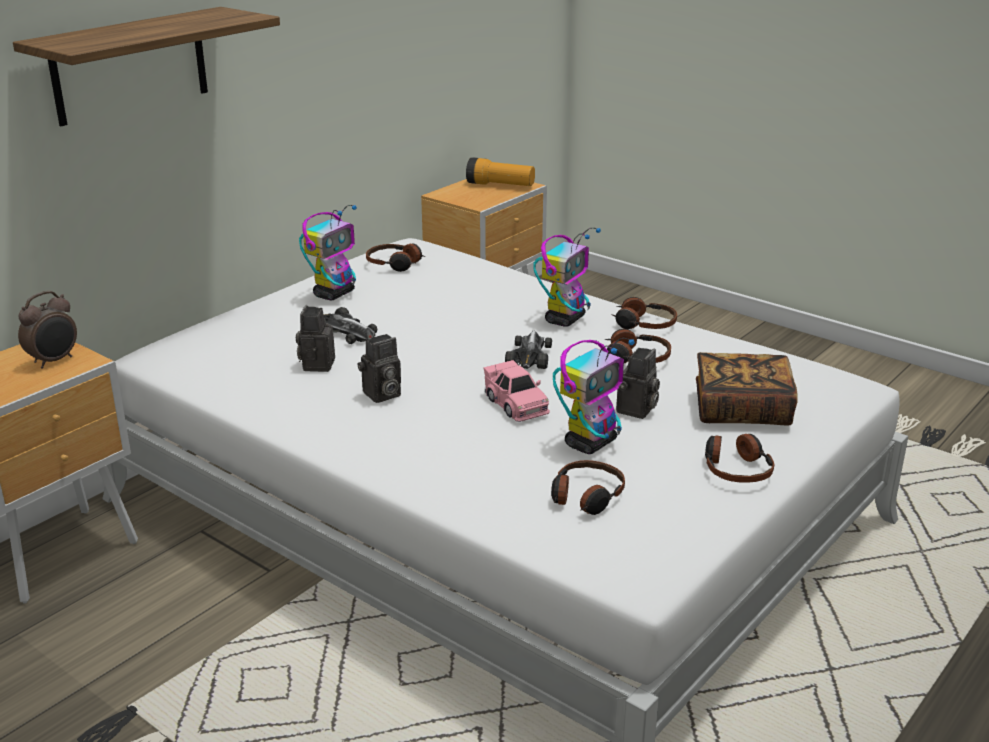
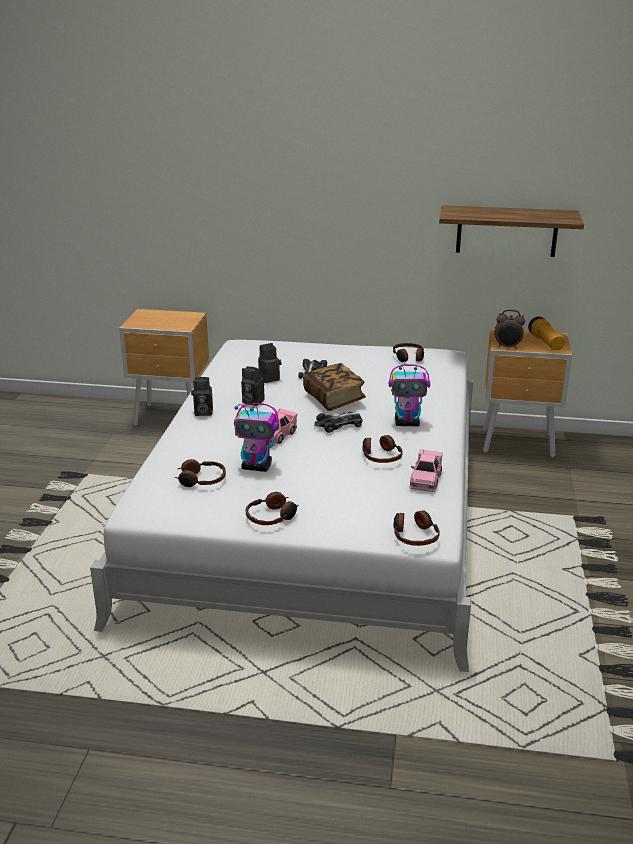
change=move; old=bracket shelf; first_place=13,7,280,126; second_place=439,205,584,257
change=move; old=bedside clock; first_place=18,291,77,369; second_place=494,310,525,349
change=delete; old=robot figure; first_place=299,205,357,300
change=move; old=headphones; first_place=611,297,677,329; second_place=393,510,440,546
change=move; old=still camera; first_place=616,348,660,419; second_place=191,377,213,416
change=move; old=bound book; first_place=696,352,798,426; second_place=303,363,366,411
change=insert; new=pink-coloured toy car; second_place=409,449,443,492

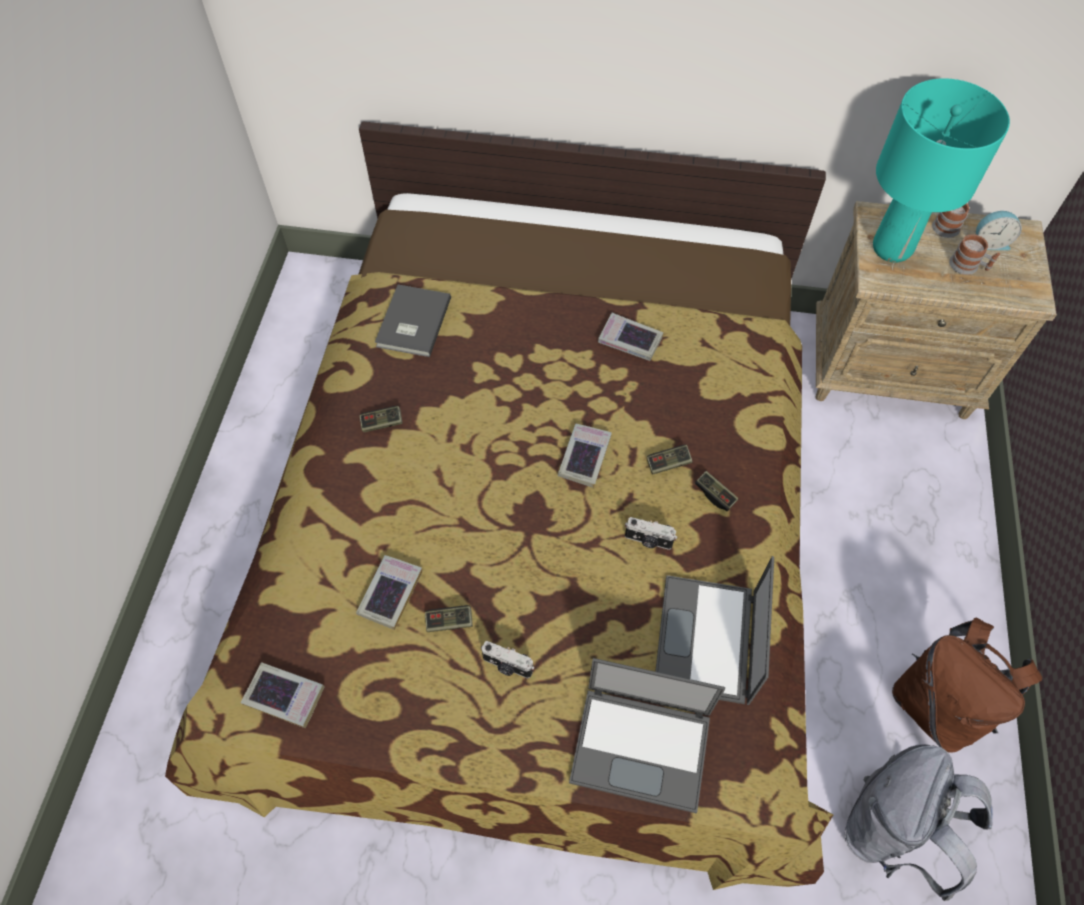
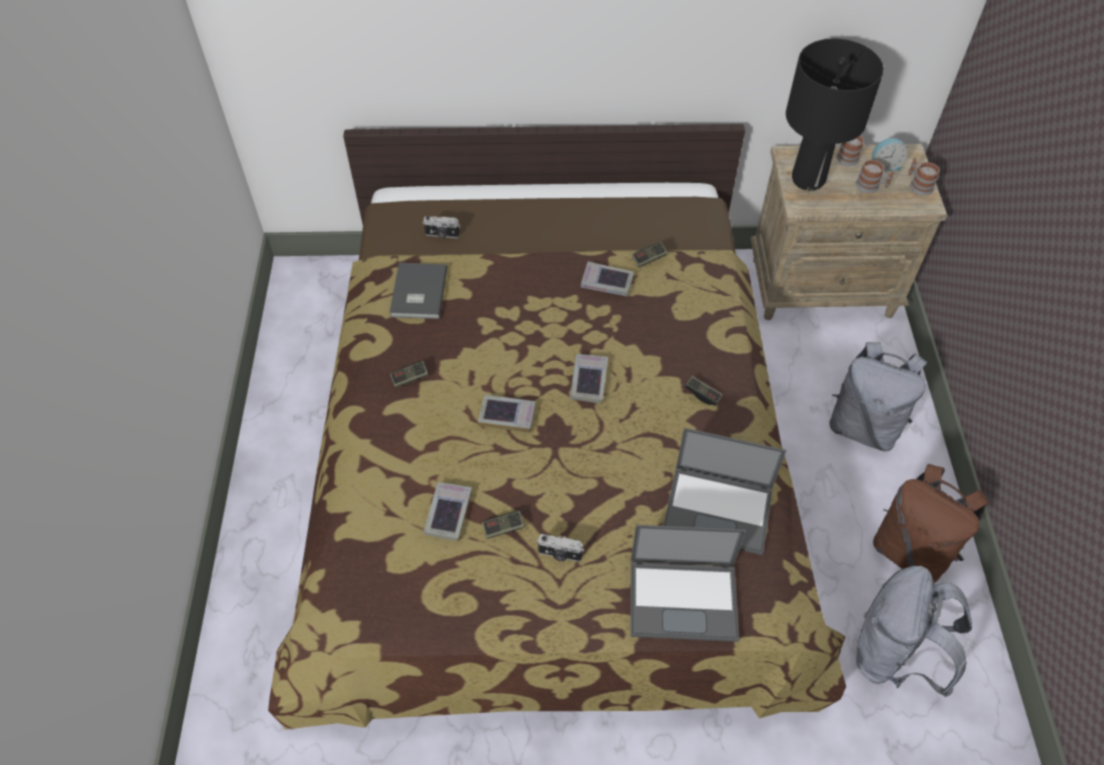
change=move; old=bound book; first_place=241,662,325,728; second_place=478,395,536,433
change=move; old=still camera; first_place=625,517,677,550; second_place=423,216,460,238
change=move; old=joypad; first_place=647,445,693,475; second_place=632,242,668,268
change=rotate; old=laptop; first_place=655,556,774,705; second_place=663,428,786,555; degrees=-75
change=recolor; old=turquoise lamp for a table; new=black-coloured lamp for a table; first_place=873,78,1010,262; second_place=786,39,884,191
change=insert; new=gray backpack; second_place=830,342,927,451
change=insert; new=mug; second_place=909,158,940,196

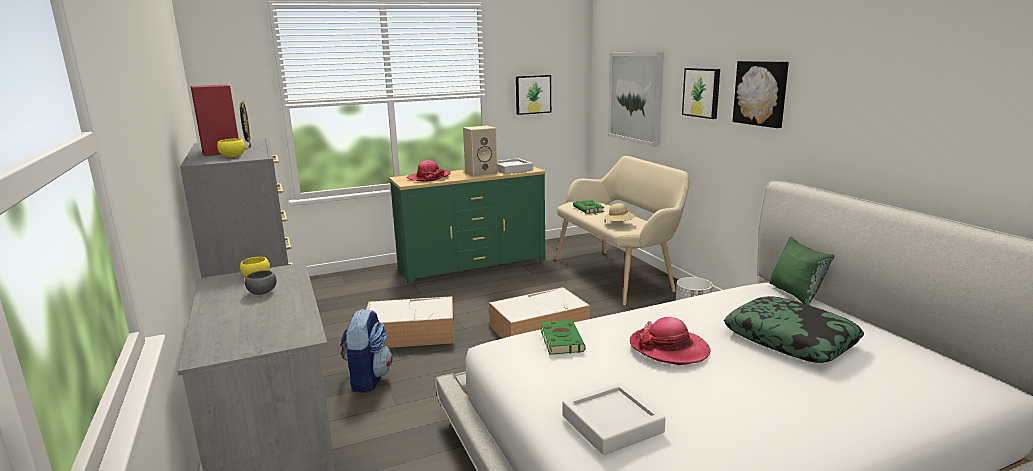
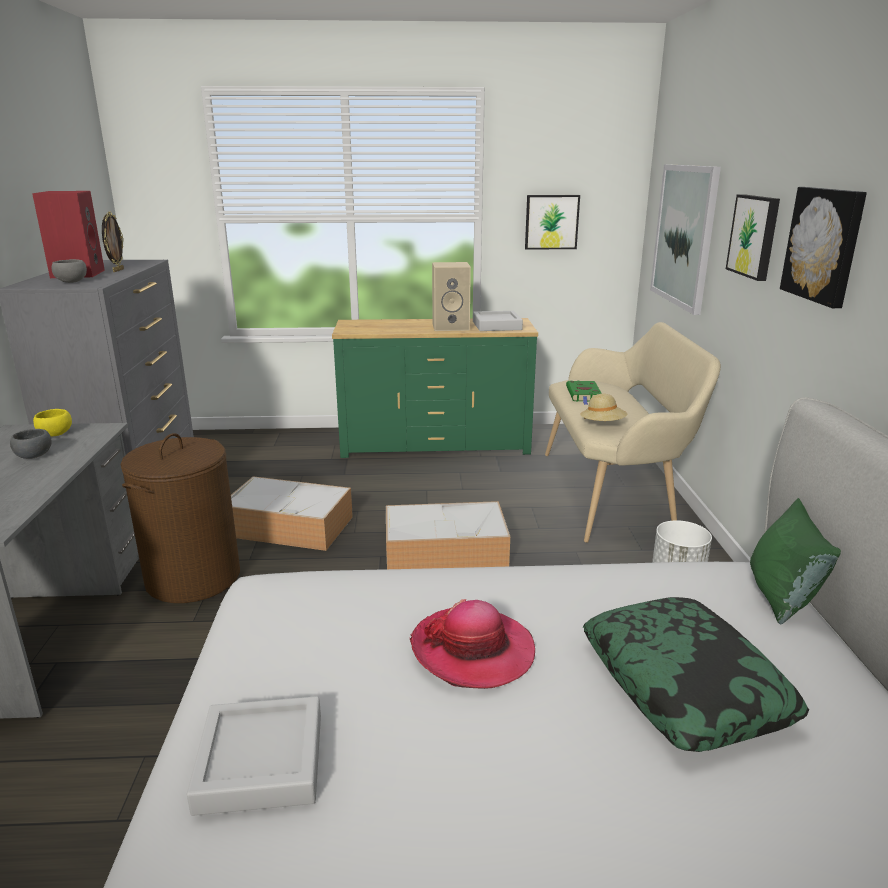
change=recolor; old=yellowish deep dish; new=gray deep dish; first_place=217,139,245,157; second_place=52,259,87,283
change=replace; old=backpack; new=brown washing basket; first_place=340,309,393,393; second_place=120,433,240,603
change=delete; old=wearable hat; first_place=407,160,451,182
change=delete; old=green-coloured bound book; first_place=540,320,586,355

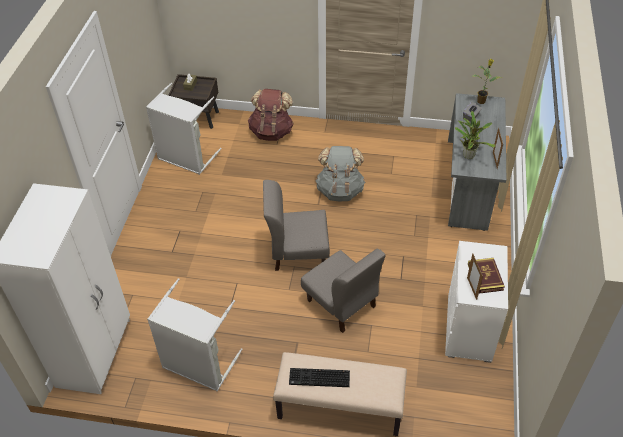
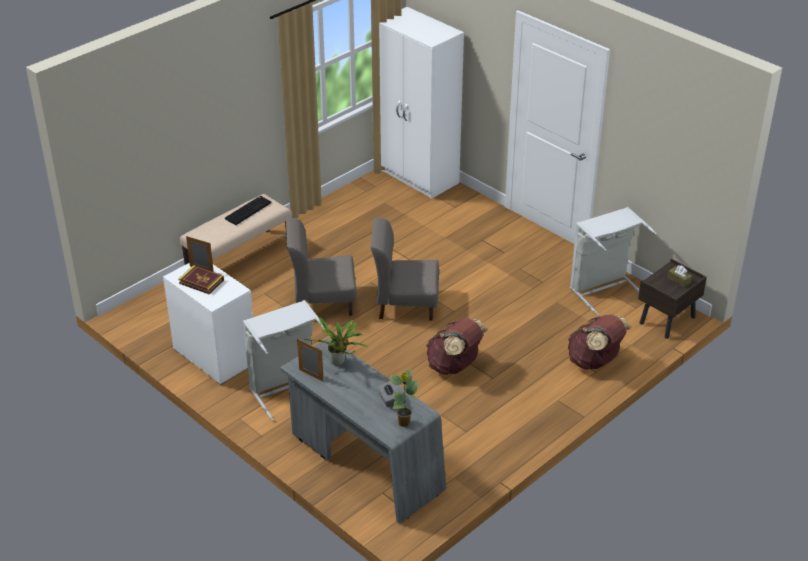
change=move; old=gray washing basket; first_place=147,278,243,391; second_place=243,300,326,421
change=rotate; old=gray upright chair; first_place=263,180,330,271; second_place=371,217,439,321; degrees=-120
change=recolor; old=gray backpack; new=brown backpack; first_place=315,146,365,202; second_place=426,318,489,375

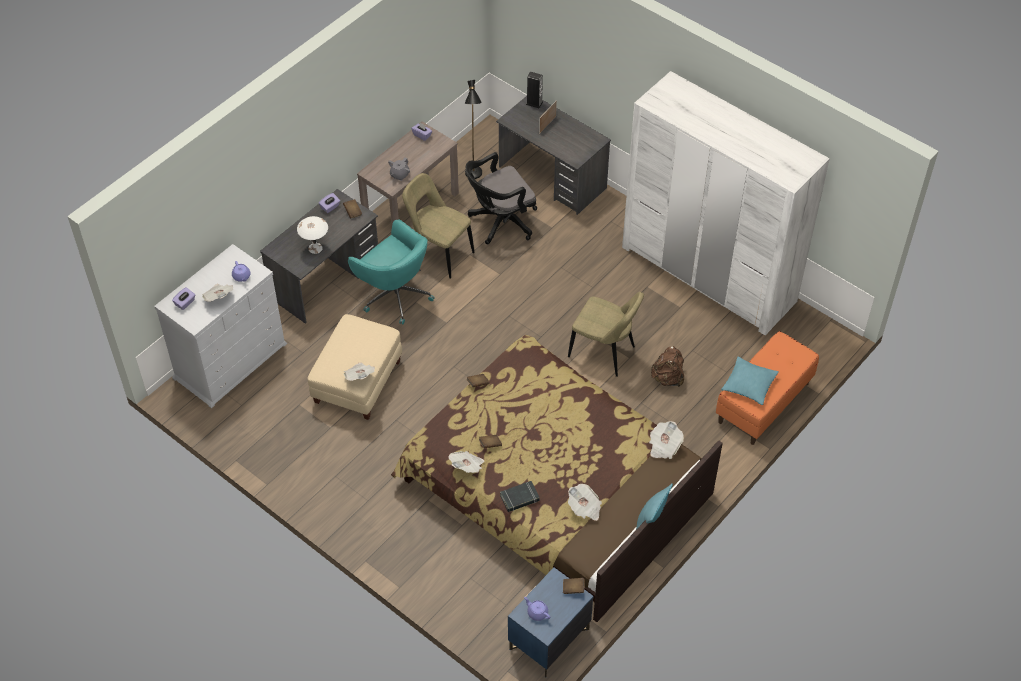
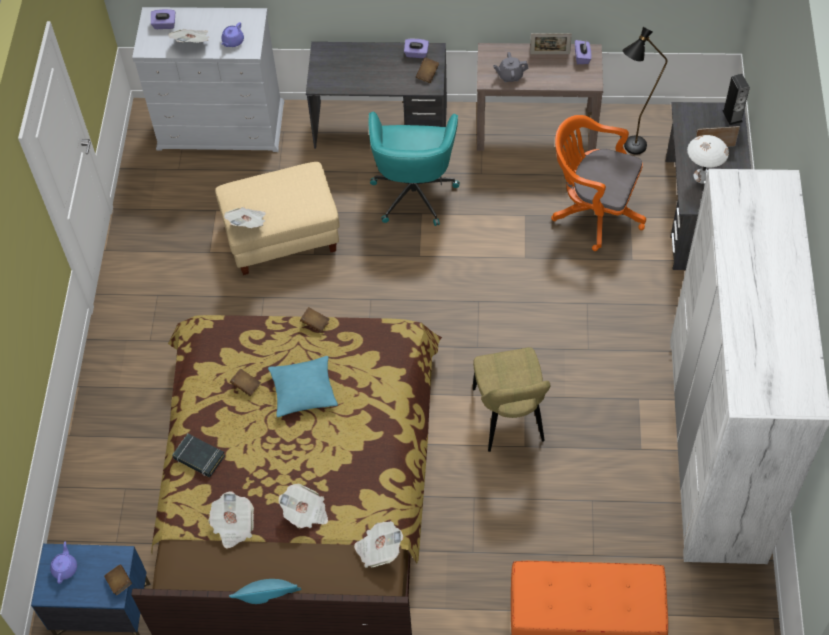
change=move; old=white lamp for a table; first_place=297,216,328,254; second_place=687,135,729,184
change=delete; old=beige-coloured upright chair; first_place=402,173,474,279
change=move; old=daily paper; first_place=448,451,484,473; second_place=279,484,328,528
change=recolor; old=black-coloured computer chair; new=orange-coloured computer chair; first_place=466,152,537,244; second_place=551,115,646,251
change=delete; old=brown backpack; first_place=651,346,684,387
change=move; old=turquoise pillow; first_place=721,357,779,405; second_place=268,356,338,417
change=insert; new=photo frame; second_place=530,33,572,54

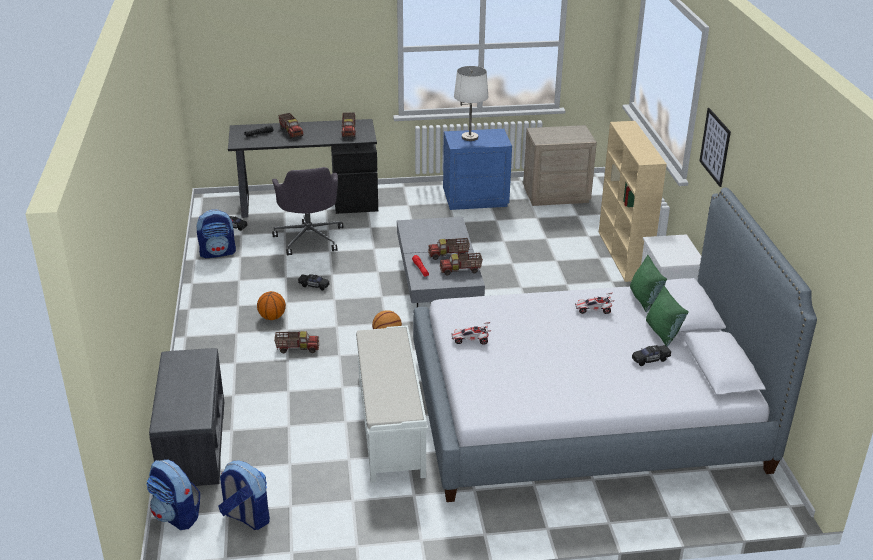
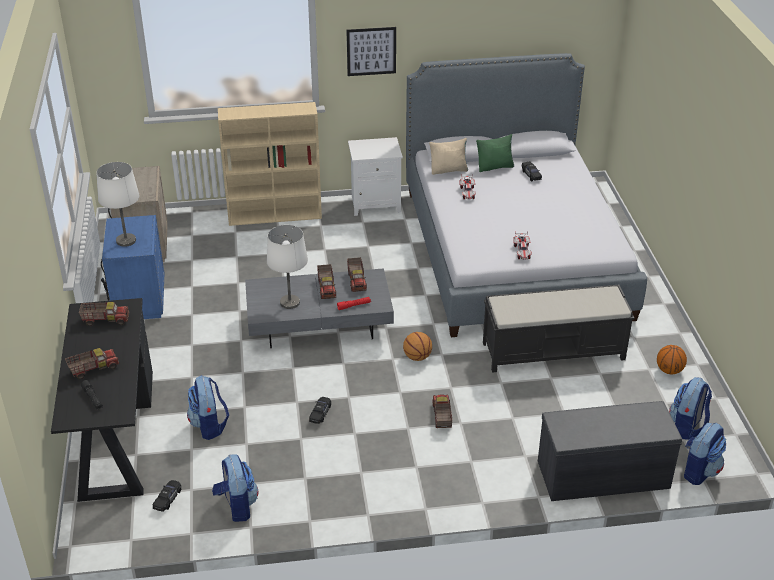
change=move; old=basketball; first_place=257,291,286,320; second_place=657,345,687,375
change=replace; old=gray computer chair; new=backpack; first_place=272,167,343,256; second_place=187,375,229,440
change=recolor; old=white bench; new=black-coloured bench; first_place=356,325,428,483; second_place=483,285,634,373
change=recolor; old=green-coloured pillow; new=beige-coloured pillow; first_place=630,255,667,312; second_place=429,138,468,175
change=insert; new=white lamp for a table; second_place=267,225,308,309

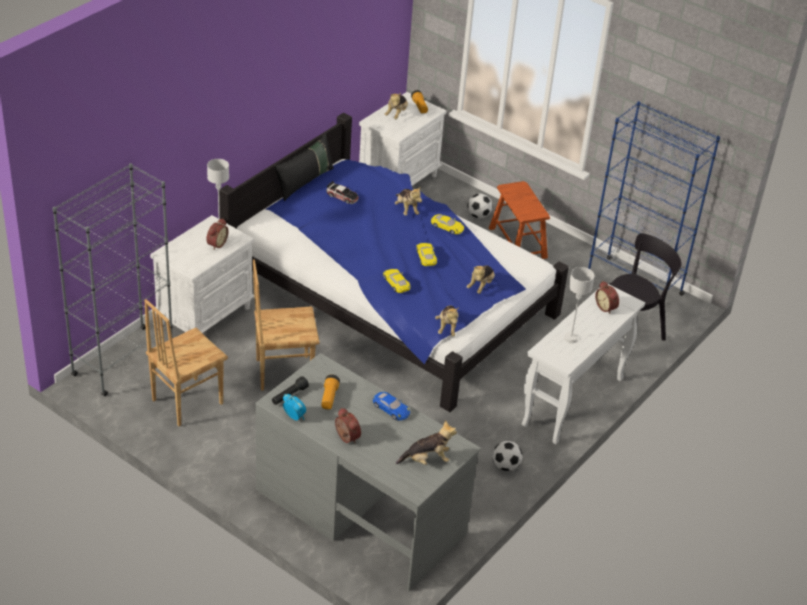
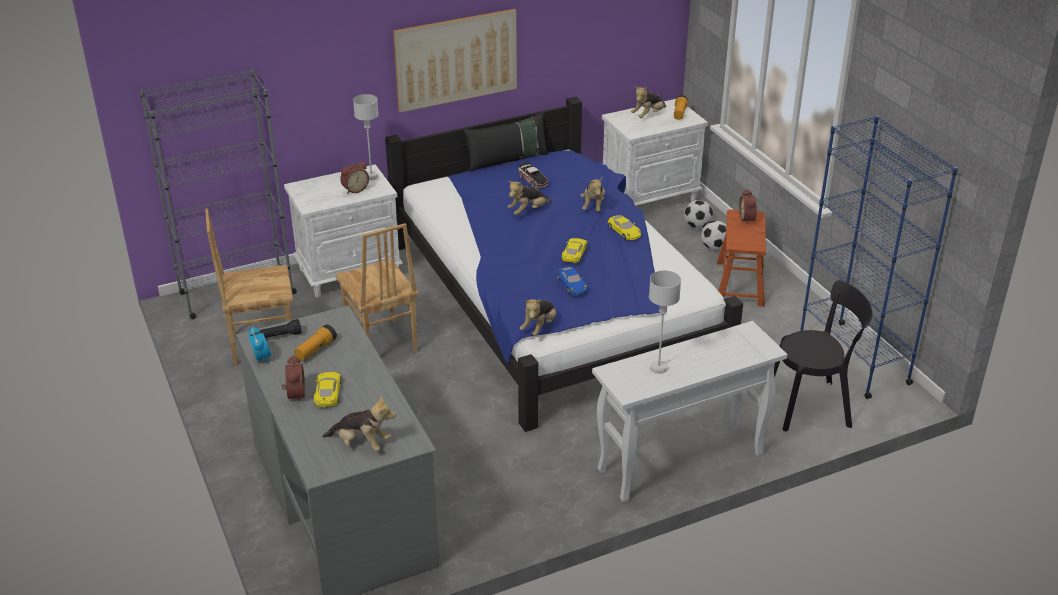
change=rotate; old=brown upright chair; first_place=253,259,319,391; second_place=335,223,418,352; degrees=-135
change=move; old=blue-coloured toy car; first_place=373,392,410,421; second_place=557,266,588,295
change=move; old=yellowish toy car; first_place=383,269,410,293; second_place=314,372,341,407
change=move; old=cuddly toy; first_place=467,265,495,294; second_place=508,181,552,215
change=move; old=ball for football; first_place=492,441,523,471; second_place=684,200,713,229
change=move; old=bedside clock; first_place=595,281,619,314; second_place=739,189,757,225
change=insert; new=wall art; second_place=393,9,517,113

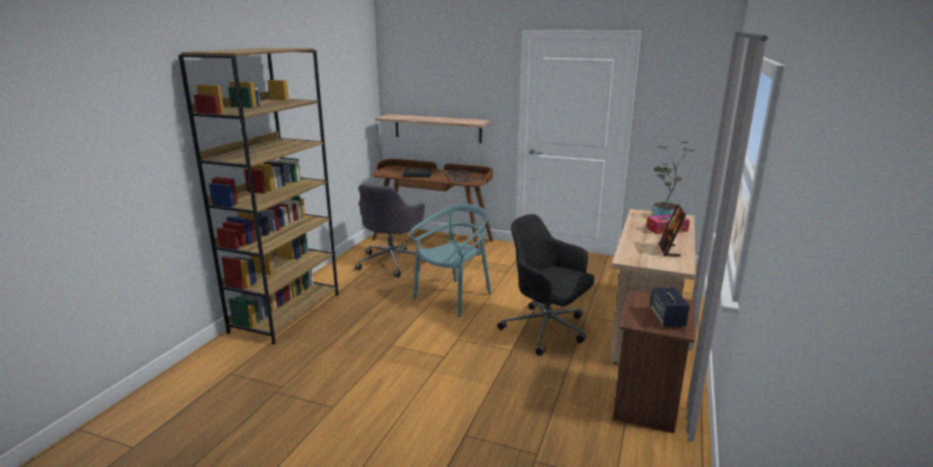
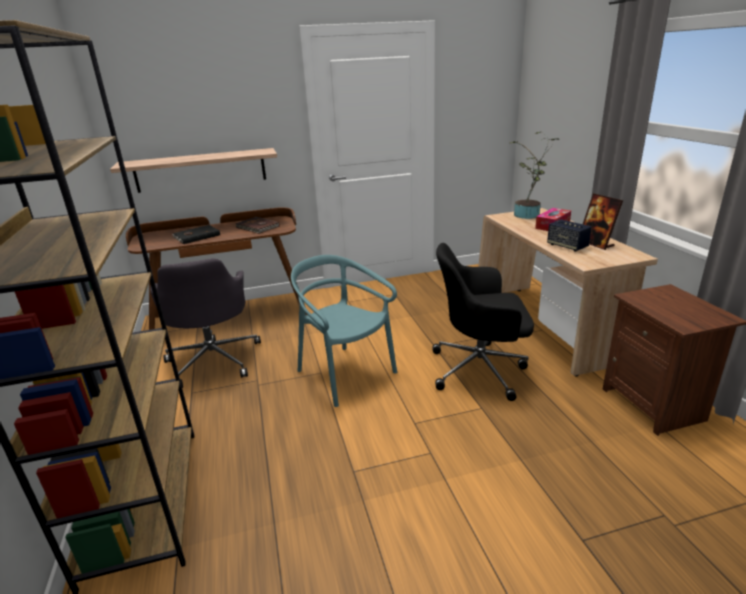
change=rotate; old=turquoise upright chair; first_place=409,204,492,317; second_place=291,255,397,407; degrees=-45
change=move; old=loudspeaker; first_place=650,288,690,327; second_place=547,219,592,252

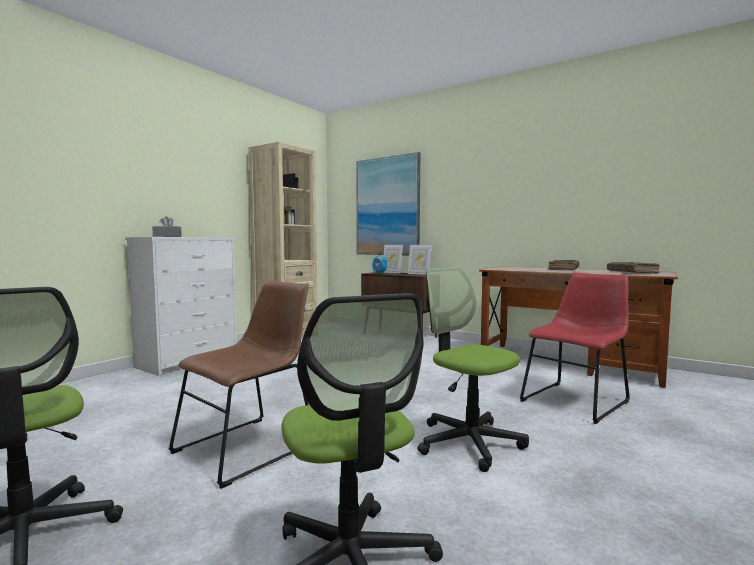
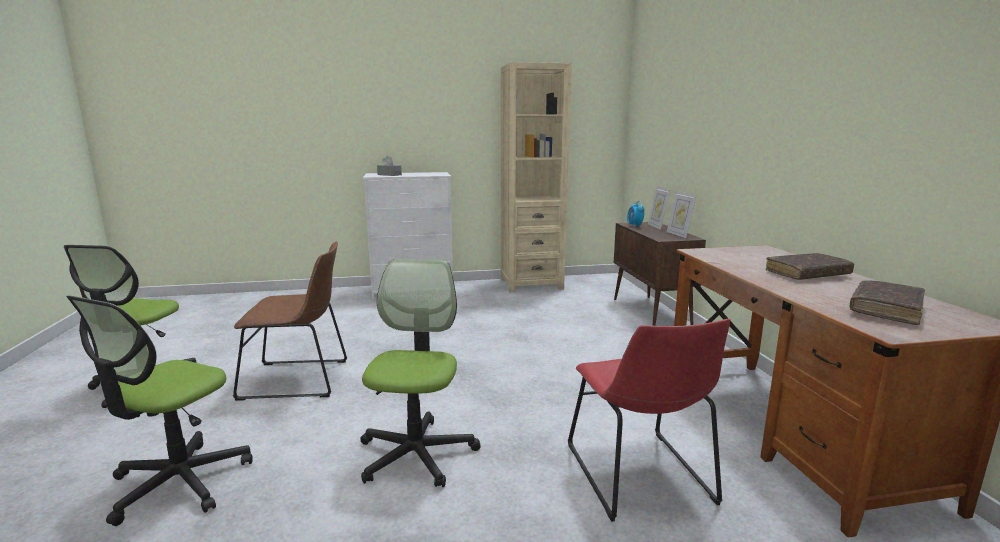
change=delete; old=wall art; first_place=356,152,420,255
change=rotate; old=red upright chair; first_place=520,273,630,424; second_place=568,319,731,522; degrees=75

